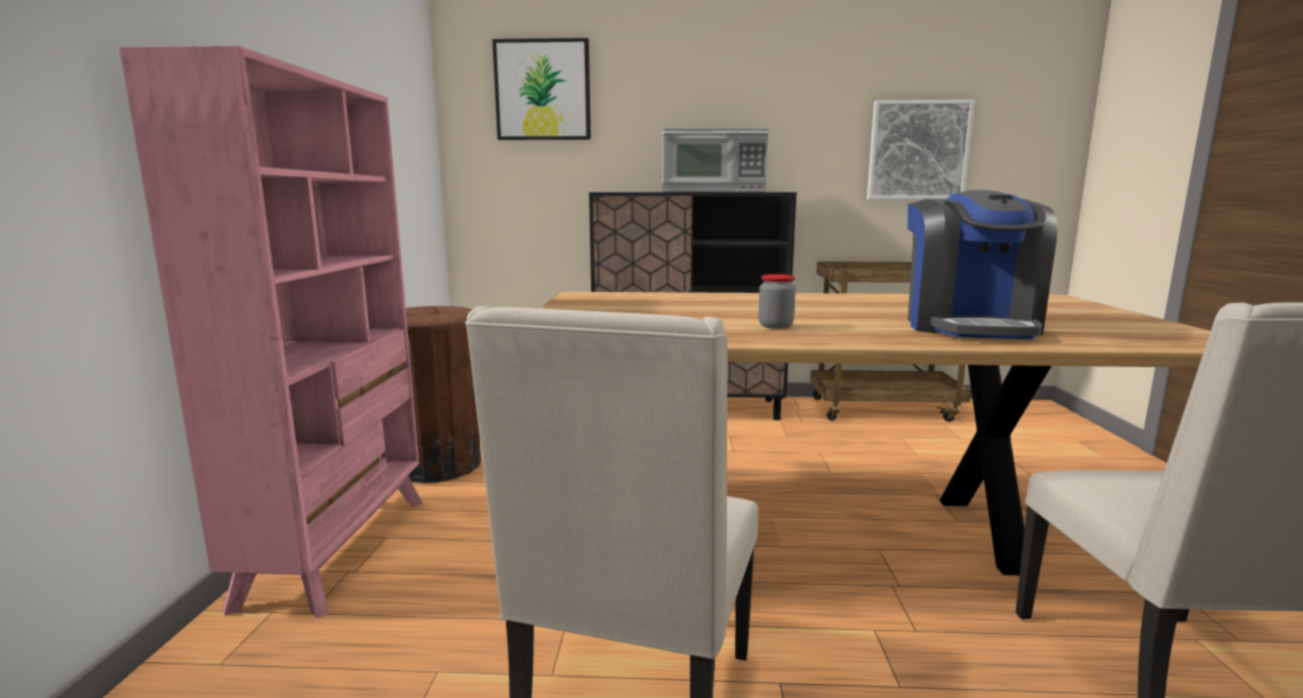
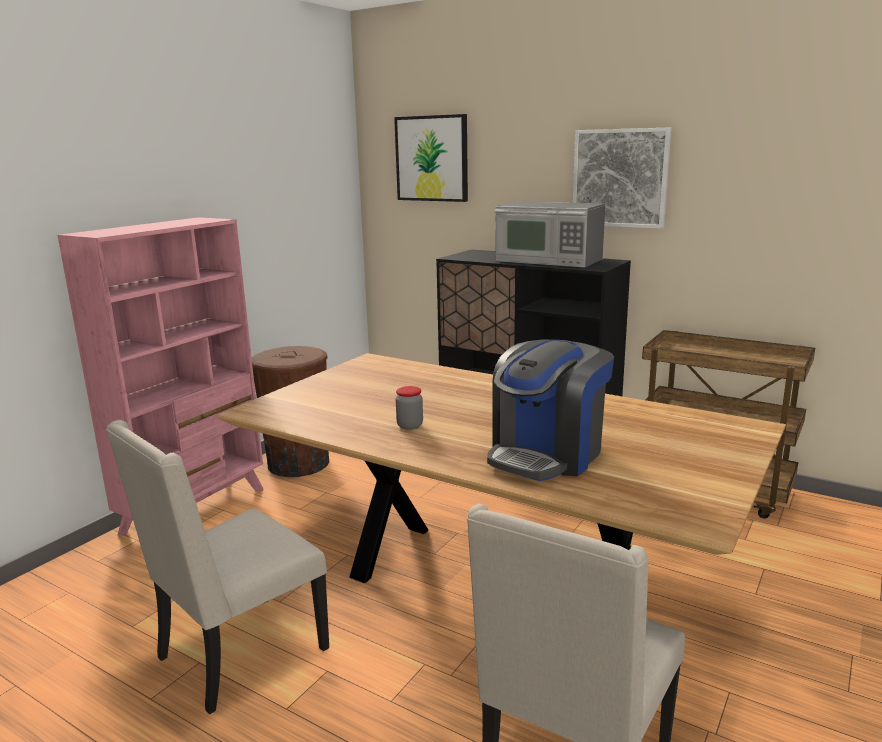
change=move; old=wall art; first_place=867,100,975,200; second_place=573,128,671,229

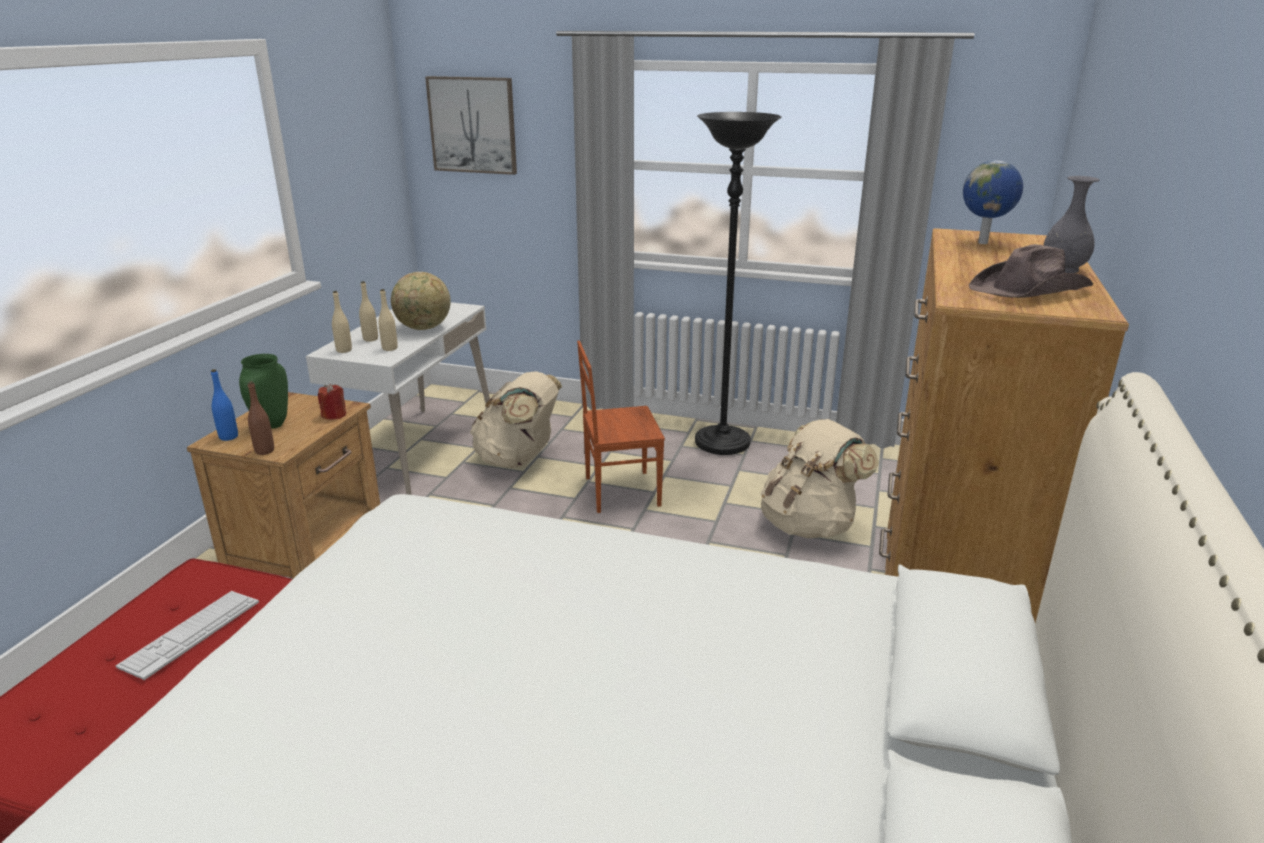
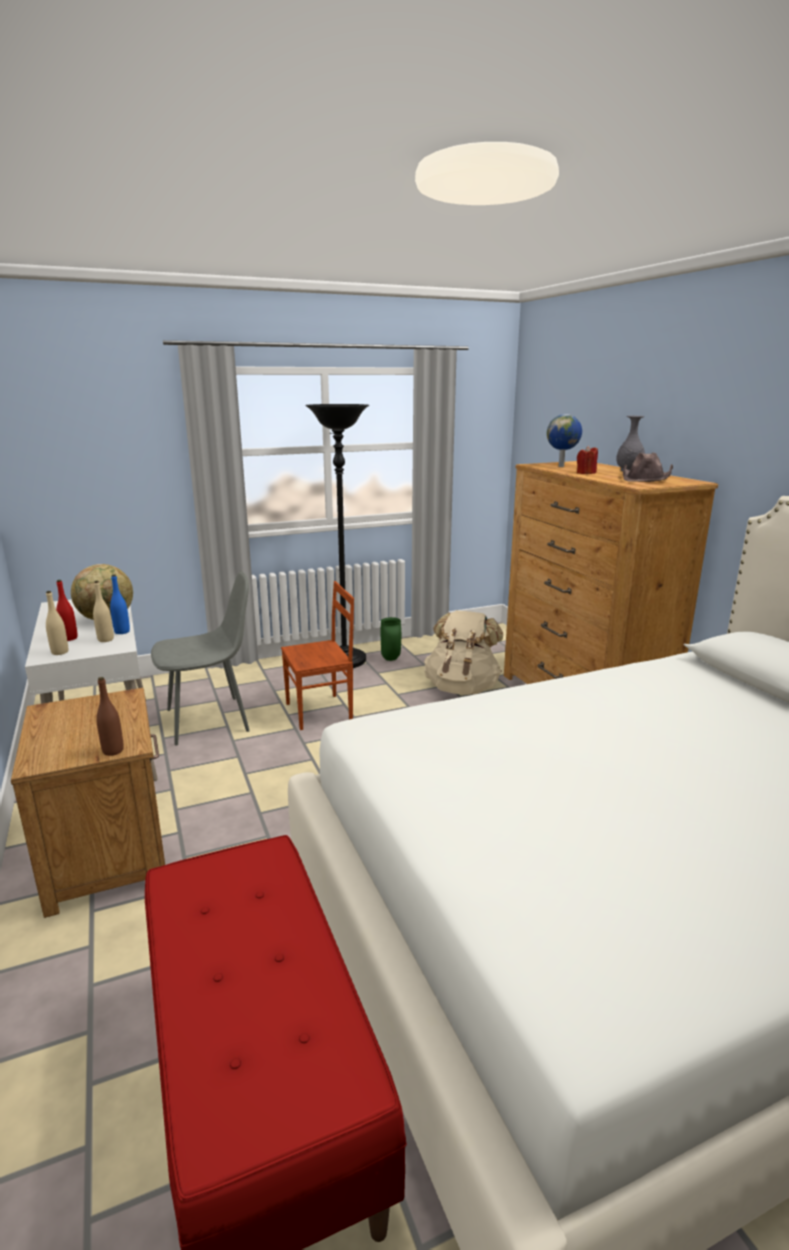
change=delete; old=computer keyboard; first_place=116,591,259,680
change=move; old=blue-coloured beverage bottle; first_place=211,369,238,441; second_place=110,574,130,634
change=move; old=green-coloured vase; first_place=239,354,288,429; second_place=381,617,401,661
change=move; old=red wax light; first_place=318,384,346,420; second_place=577,446,598,474
change=recolor; old=beige-coloured beverage bottle; new=red beverage bottle; first_place=359,281,378,342; second_place=56,580,78,641
change=delete; old=wall art; first_place=425,76,517,175
change=replace; old=beige-coloured backpack; new=gray upright chair; first_place=470,371,562,468; second_place=151,571,250,745
change=rotate; old=brown upright chair; first_place=577,341,665,513; second_place=281,581,354,730; degrees=-150

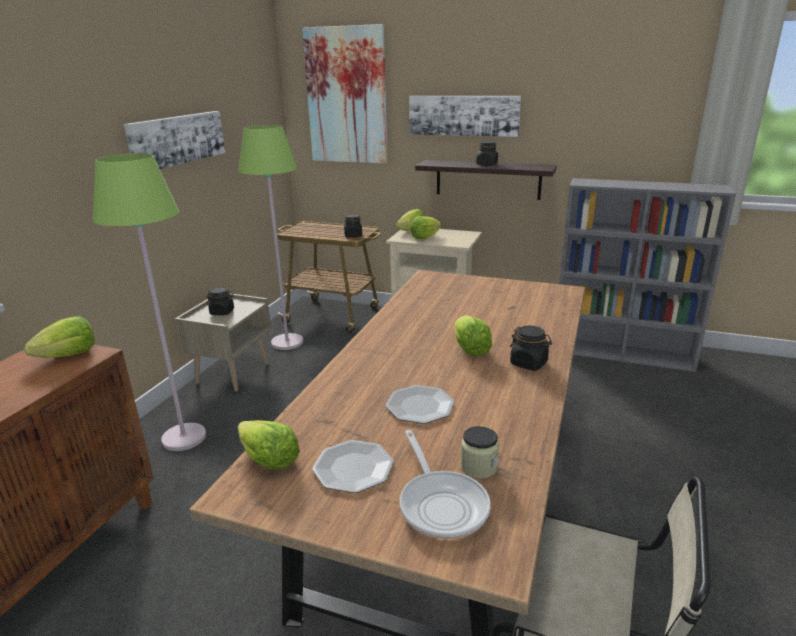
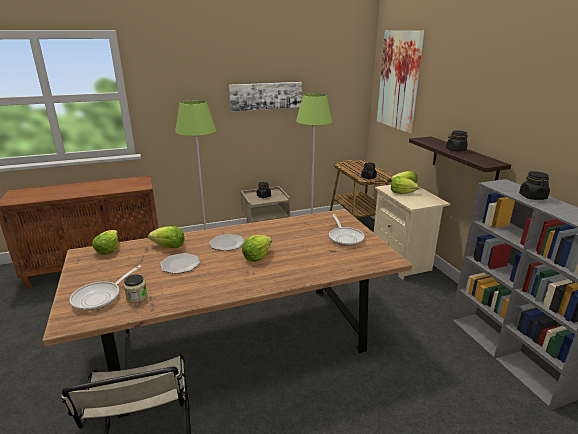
change=move; old=lettuce head; first_place=24,316,95,358; second_place=148,226,185,248
change=move; old=dinner plate; first_place=312,440,394,493; second_place=209,234,245,251
change=delete; old=wall art; first_place=409,96,521,137
change=move; old=black-coloured jar; first_place=510,326,552,371; second_place=519,171,550,200
change=insert; new=pan; second_place=329,214,364,246

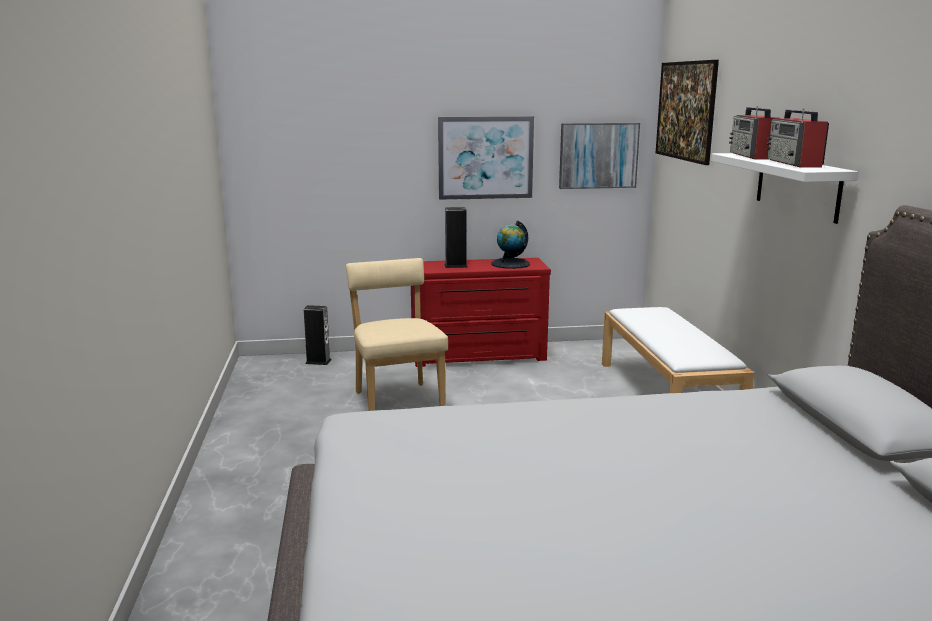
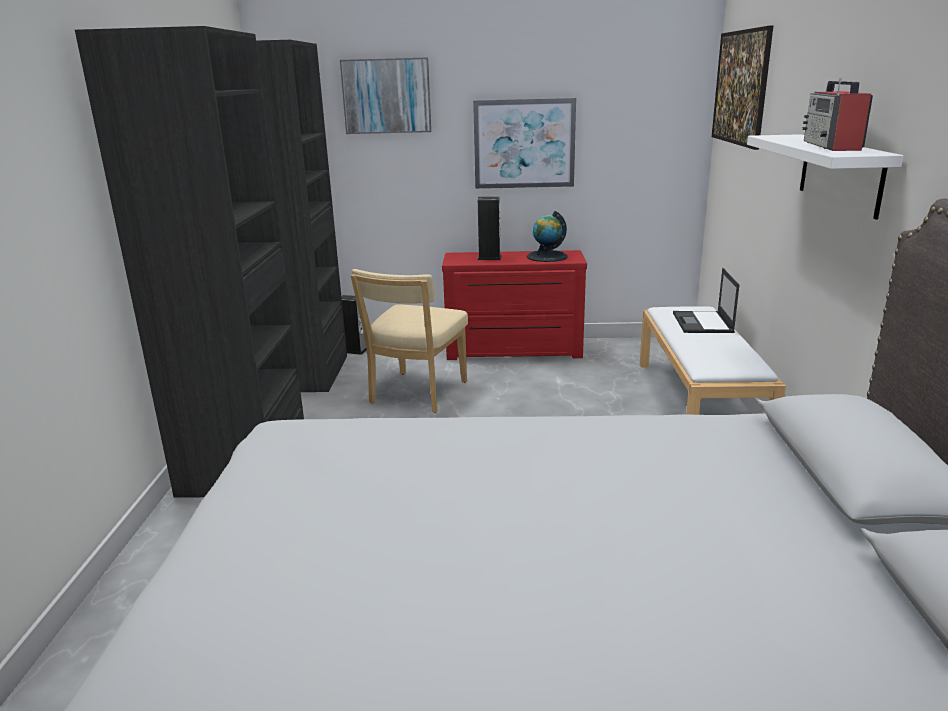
change=rotate; old=beige-coloured upright chair; first_place=346,258,448,411; second_place=351,269,468,413; degrees=-150
change=move; old=wall art; first_place=559,123,640,189; second_place=340,57,431,134
change=delete; old=radio receiver; first_place=729,106,777,159
change=insert; new=black-coloured wardrobe; second_place=75,26,347,498
change=insert; new=laptop; second_place=673,268,739,333

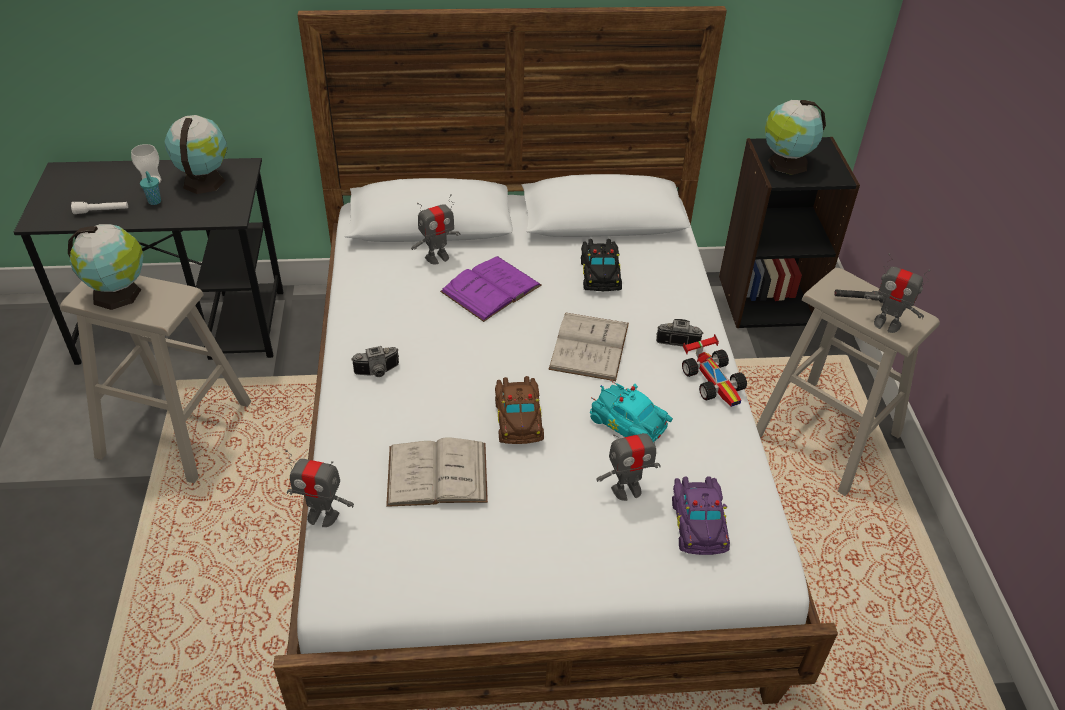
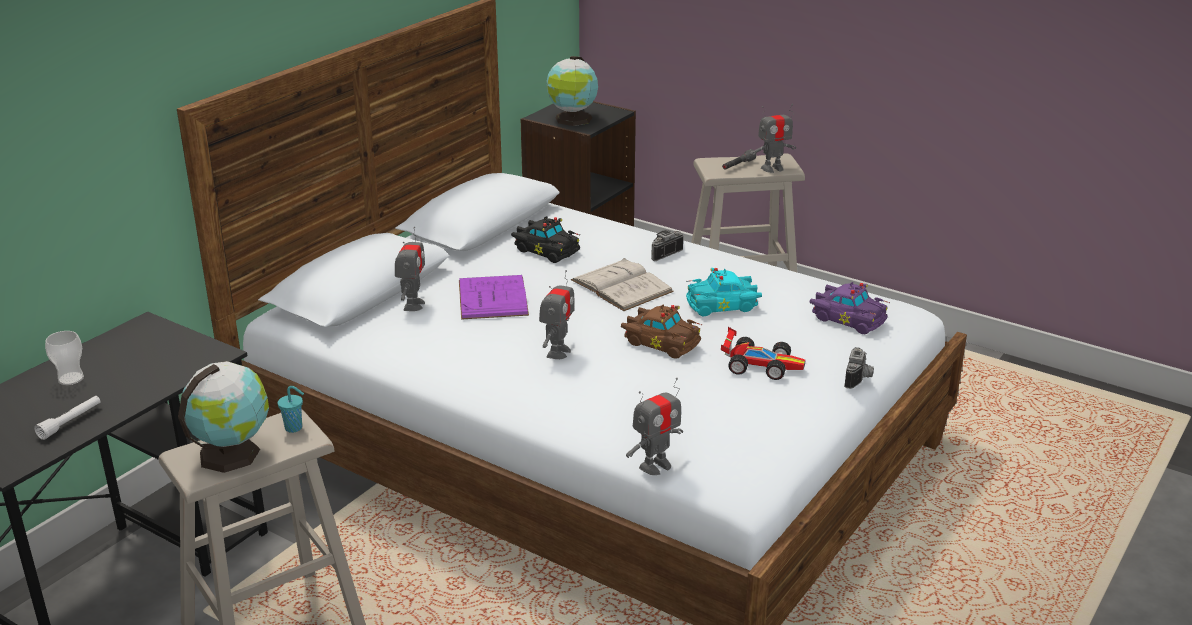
change=move; old=turquoise drinking cup; first_place=140,171,161,205; second_place=278,386,304,433
change=delete; old=globe; first_place=164,115,227,194
change=move; old=still camera; first_place=351,346,399,377; second_place=844,347,874,389
change=delete; old=white bound book; first_place=386,437,488,507
change=move; old=robot figure; first_place=596,426,661,501; second_place=539,270,574,359
change=move; old=toy car; first_place=682,334,747,407; second_place=721,327,805,380

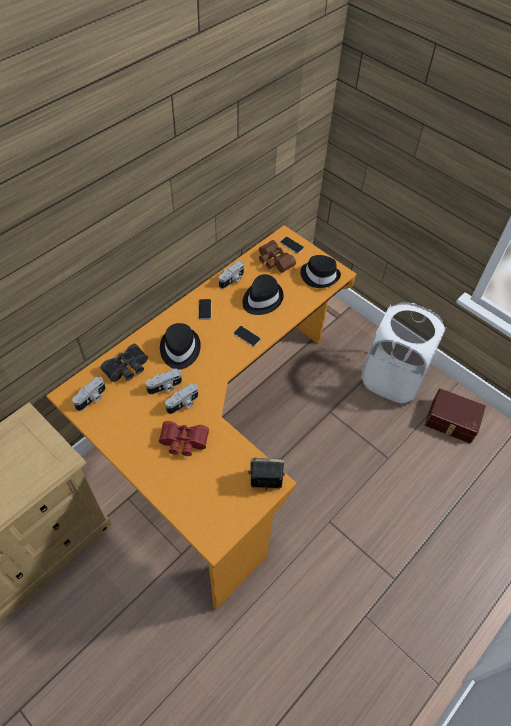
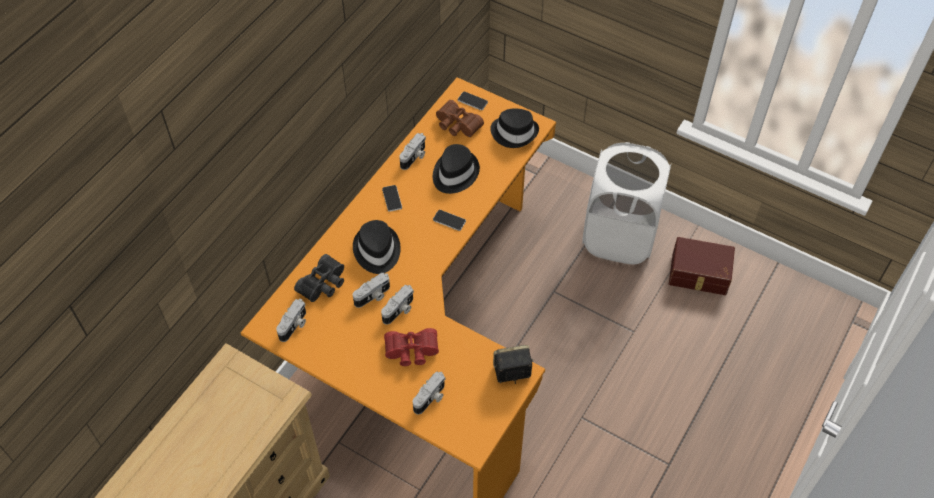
change=insert; new=still camera; second_place=413,372,445,414

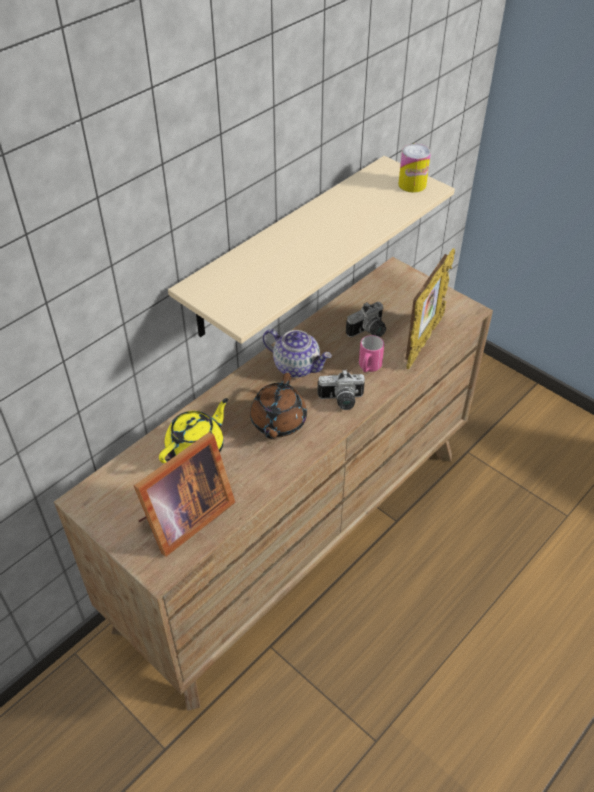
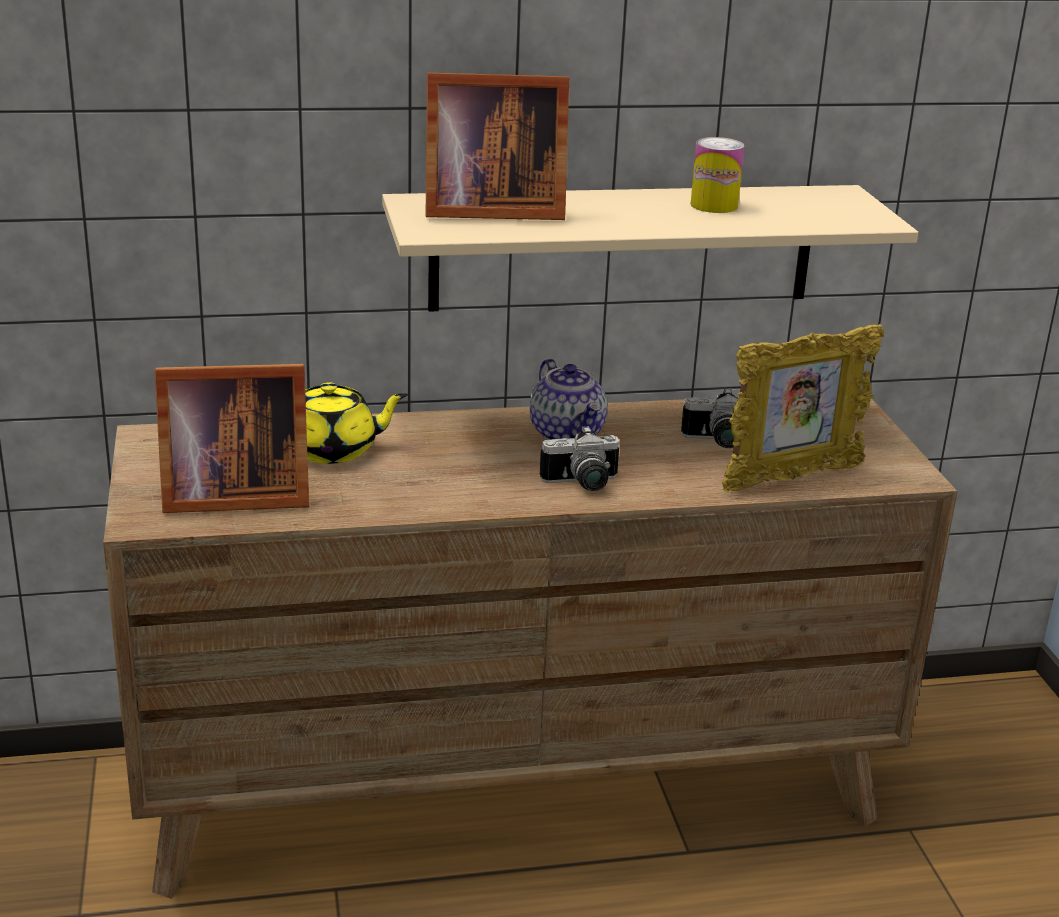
change=delete; old=brown tea pot; first_place=250,373,307,439
change=rotate; old=still camera; first_place=318,370,365,410; second_place=540,426,620,491; degrees=-45
change=delete; old=pink-coloured mug; first_place=359,335,384,372
change=move; old=can; first_place=398,144,431,193; second_place=691,137,744,213
change=insert; new=photo frame; second_place=426,73,569,220

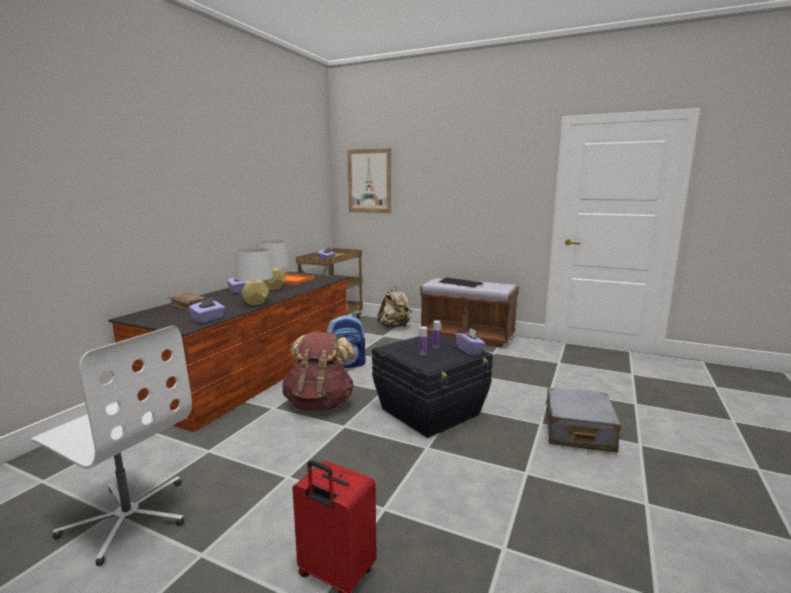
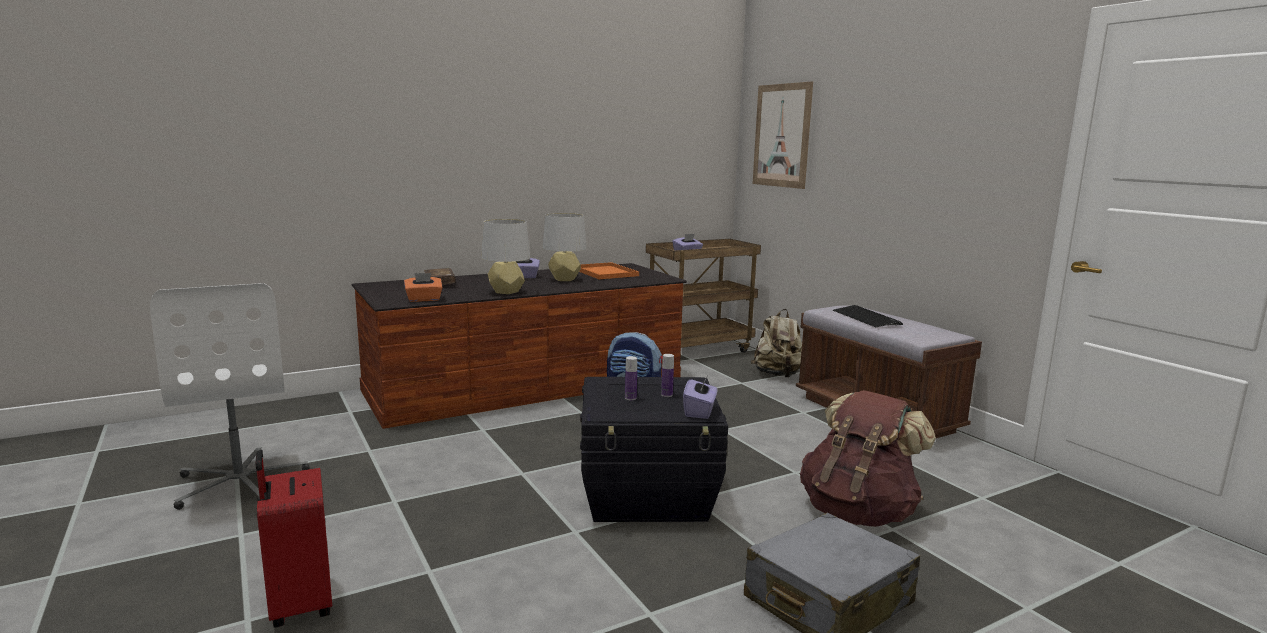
change=recolor; old=purplish tissue holder; new=orange-coloured tissue holder; first_place=189,297,225,323; second_place=404,273,442,302
change=move; old=brown backpack; first_place=282,332,355,411; second_place=800,390,936,527

